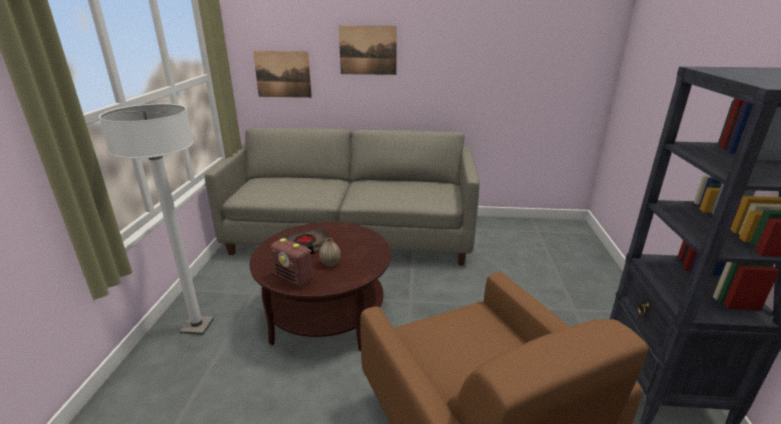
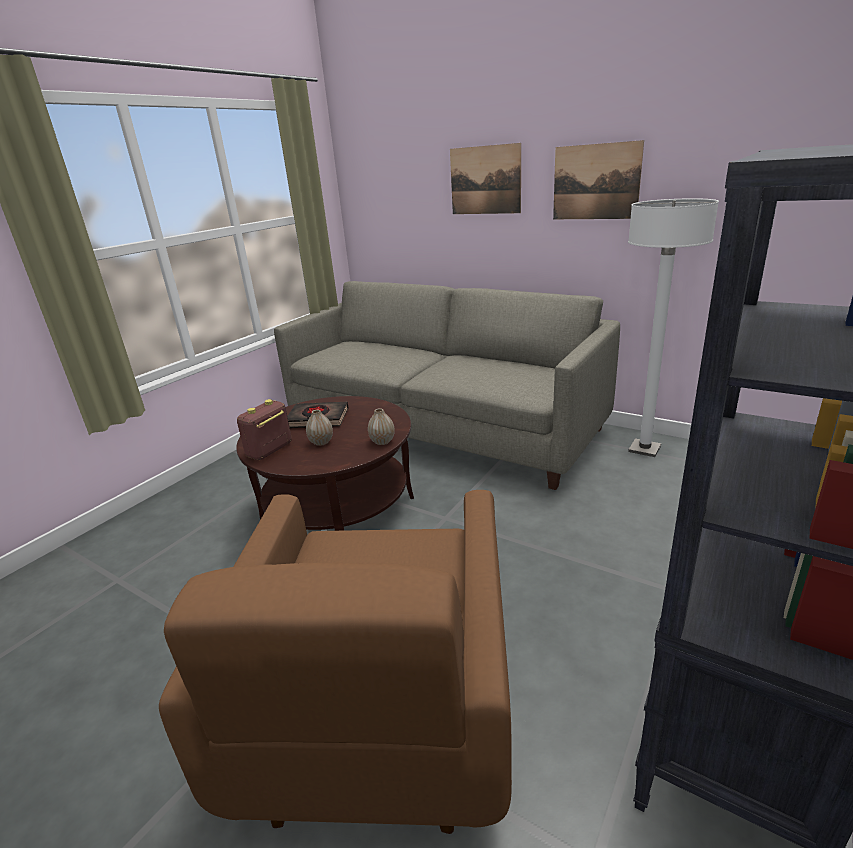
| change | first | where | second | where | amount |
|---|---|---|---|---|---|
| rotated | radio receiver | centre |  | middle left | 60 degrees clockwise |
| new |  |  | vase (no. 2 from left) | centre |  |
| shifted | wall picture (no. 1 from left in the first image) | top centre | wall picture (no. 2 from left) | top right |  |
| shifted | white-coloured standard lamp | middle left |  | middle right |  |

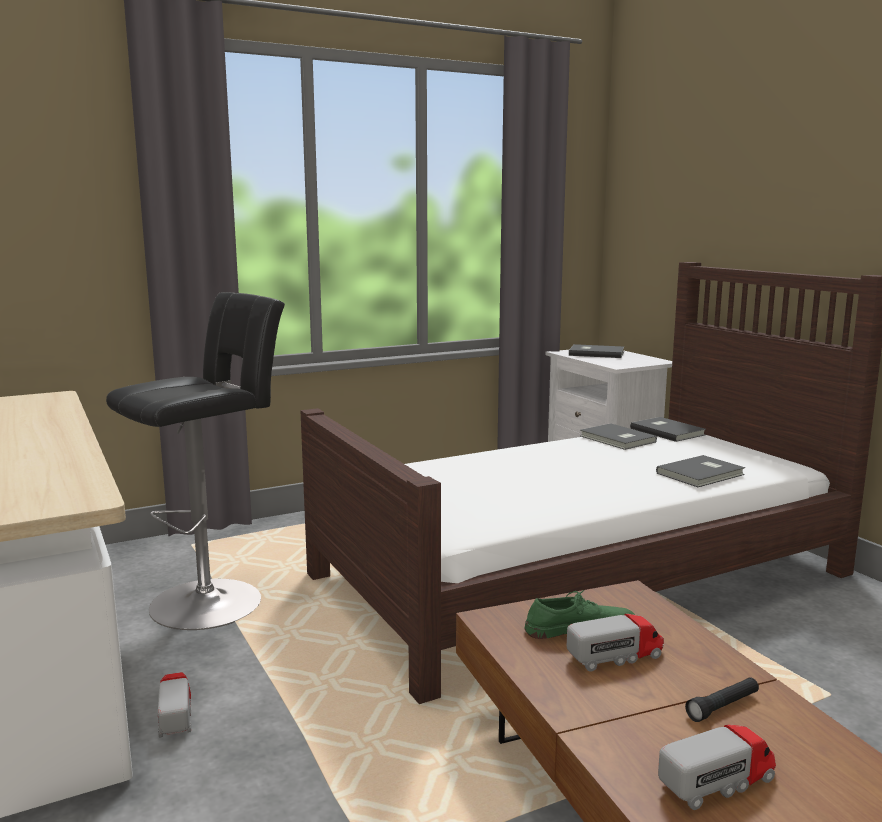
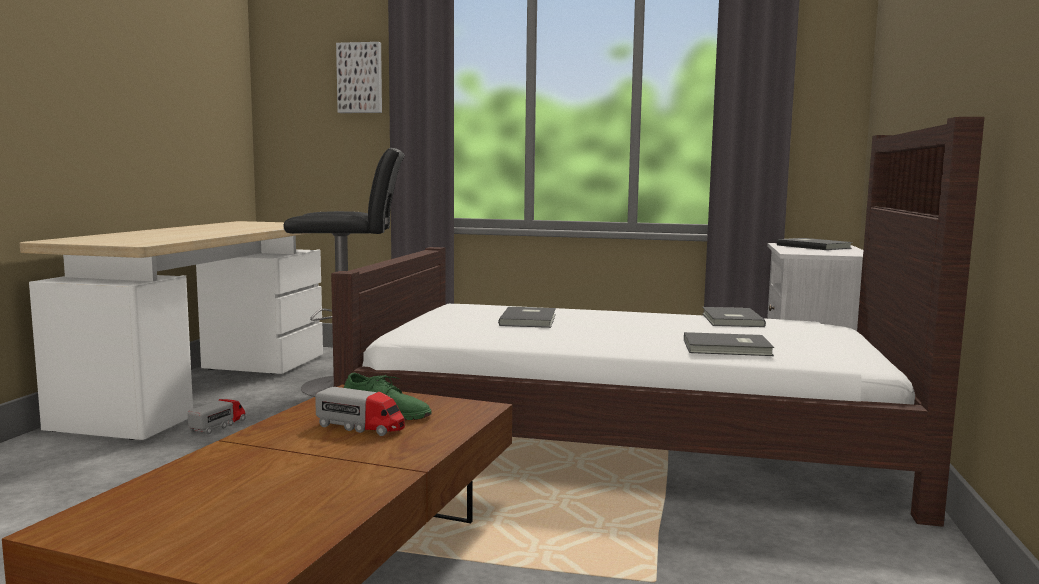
| change | first | where | second | where | amount |
|---|---|---|---|---|---|
| new |  |  | wall picture | top centre |  |
| shifted | greyish book (no. 3 from left in the first image) | middle right | greyish book (no. 1 from left) | centre |  |
| gone | model truck (no. 3 from left) | bottom right |  |  |  |
| gone | black-coloured flashlight | bottom right |  |  |  |

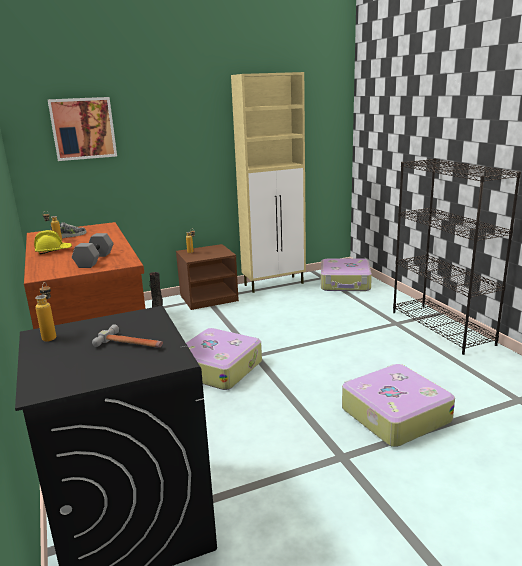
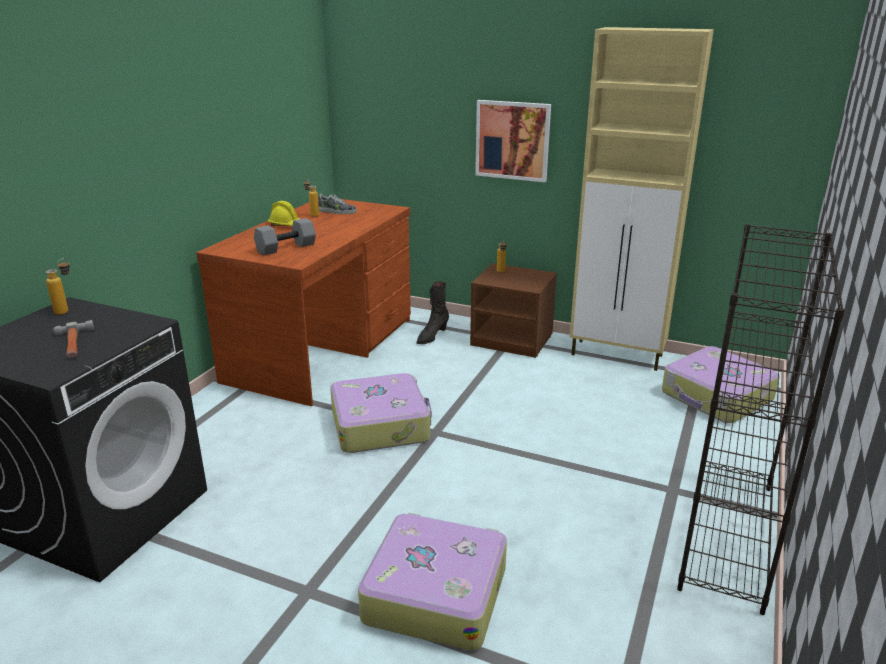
| change | first | where | second | where | amount |
|---|---|---|---|---|---|
| shifted | wall picture | top left |  | top centre |  |

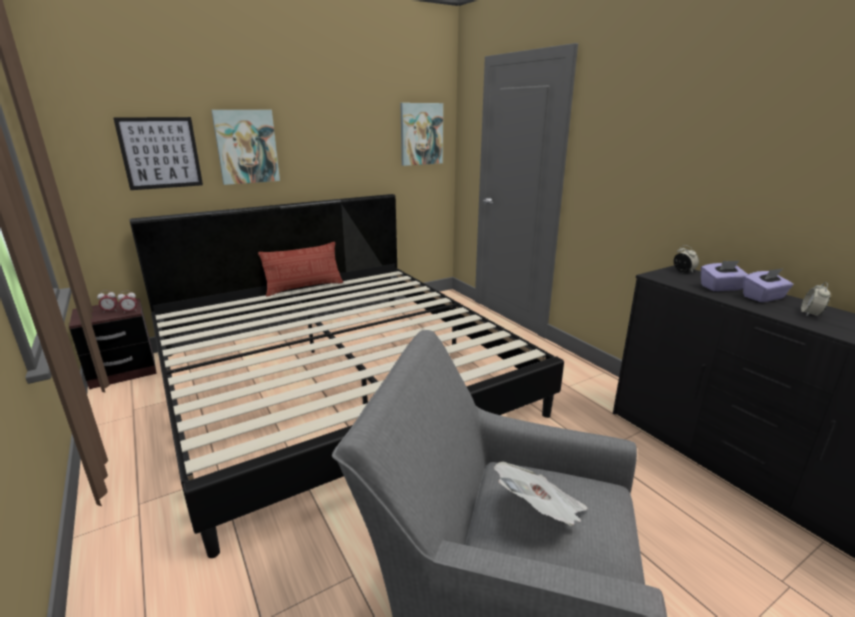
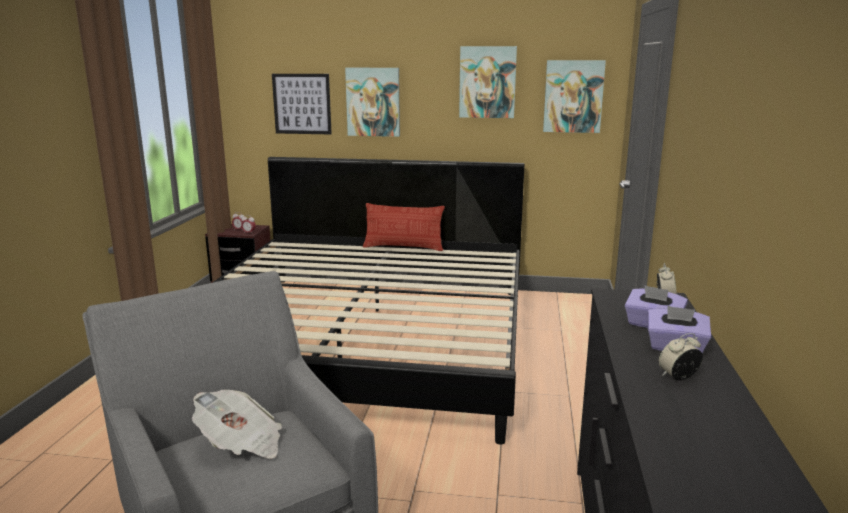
| change | first | where | second | where | amount |
|---|---|---|---|---|---|
| new |  |  | wall picture (no. 3 from left) | top centre |  |

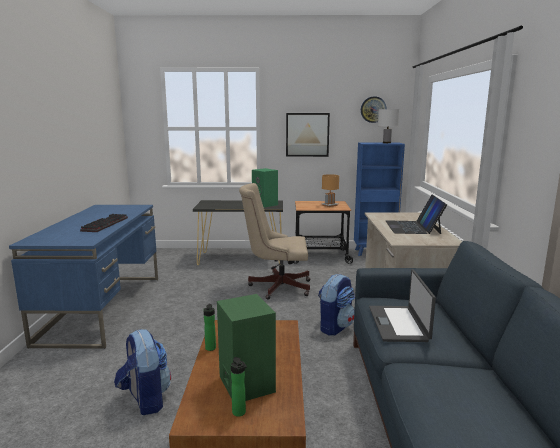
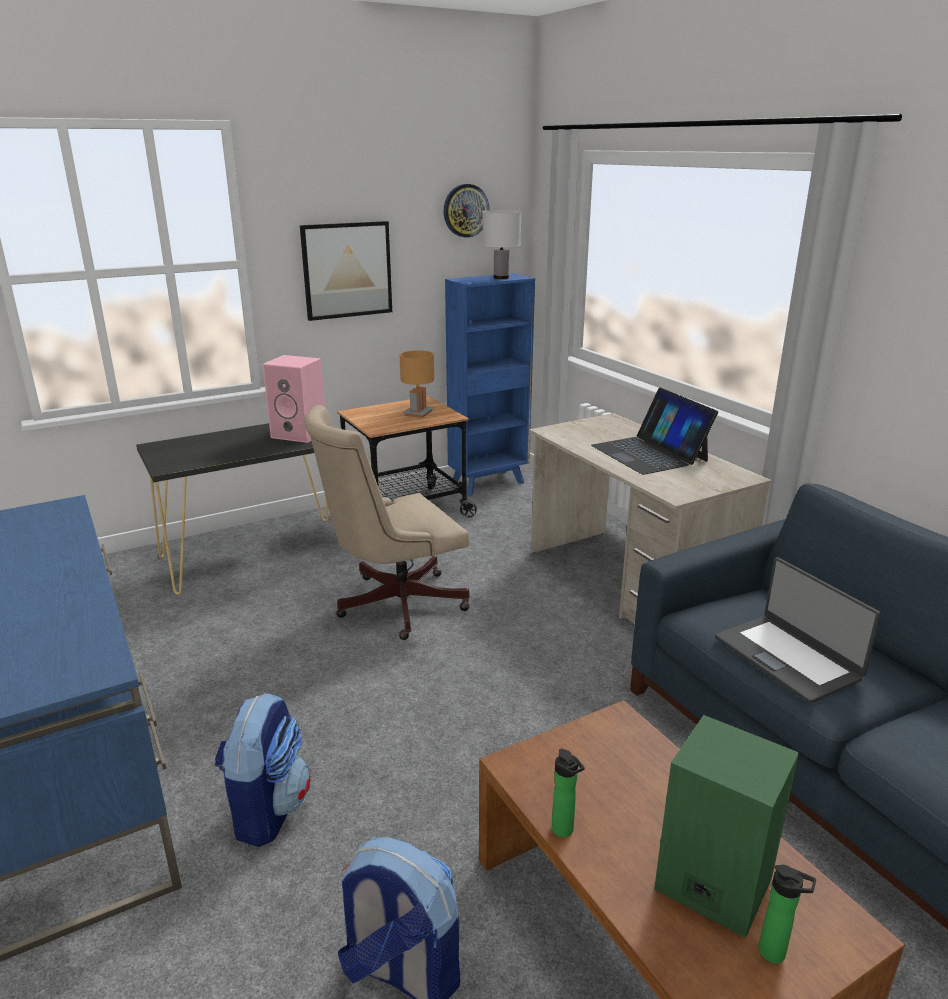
| change | first | where | second | where | amount |
|---|---|---|---|---|---|
| shifted | backpack (no. 2 from left in the first image) | bottom centre | backpack (no. 1 from left) | bottom left |  |
| repainted | green-coloured audio speaker (no. 2 from left) | centre | pink-coloured audio speaker | middle left |  |
| gone | computer keyboard | middle left |  |  |  |

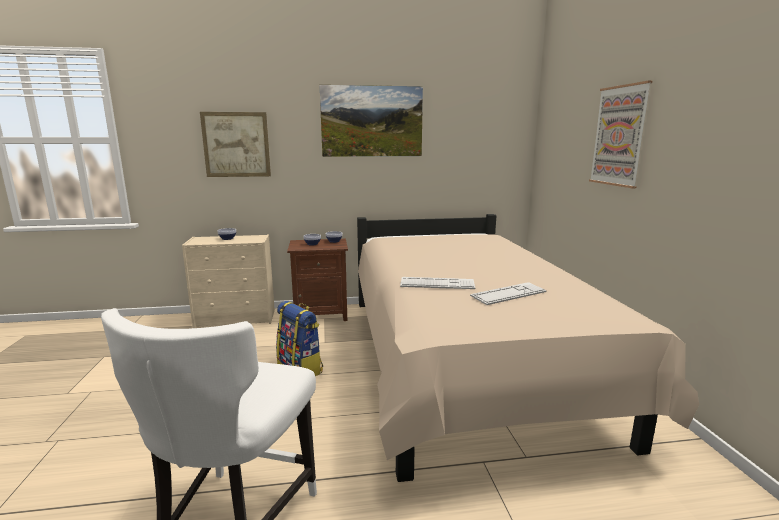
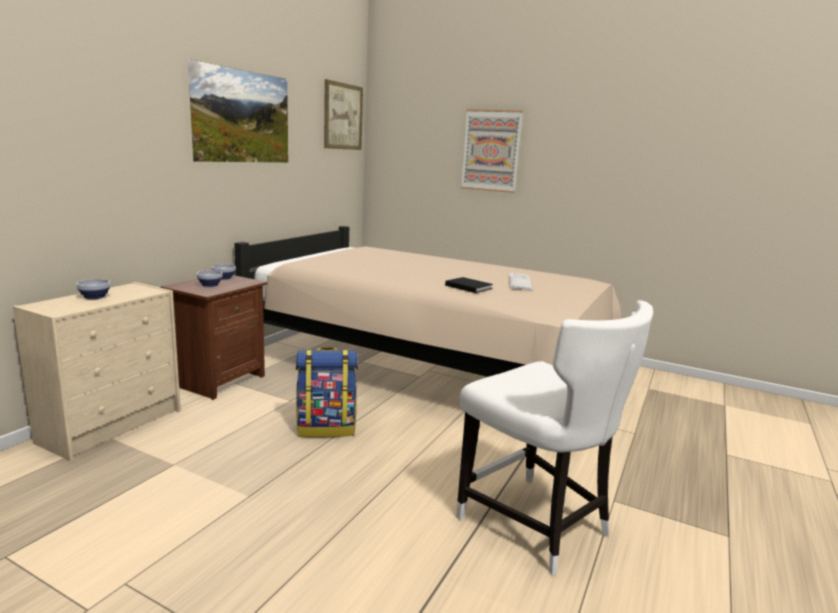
| change | first | where | second | where | amount |
|---|---|---|---|---|---|
| shifted | wall picture (no. 1 from left in the first image) | top left | wall picture (no. 2 from left) | top centre |  |
| swapped | computer keyboard (no. 1 from left) | centre | black-coloured book | centre |  |

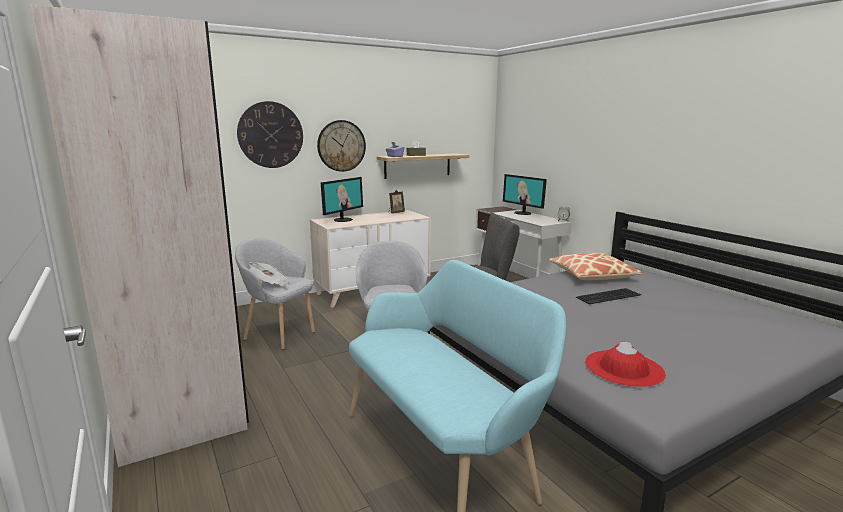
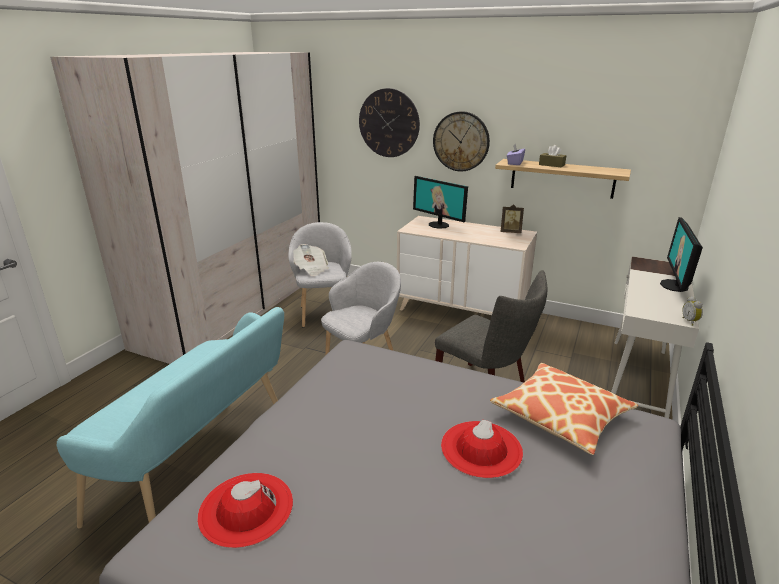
| change | first | where | second | where | amount |
|---|---|---|---|---|---|
| rotated | computer screen (no. 1 from left) | centre |  | centre | 45 degrees clockwise |
| swapped | computer keyboard | middle right | red clothing hat (no. 2 from left) | bottom centre |  |

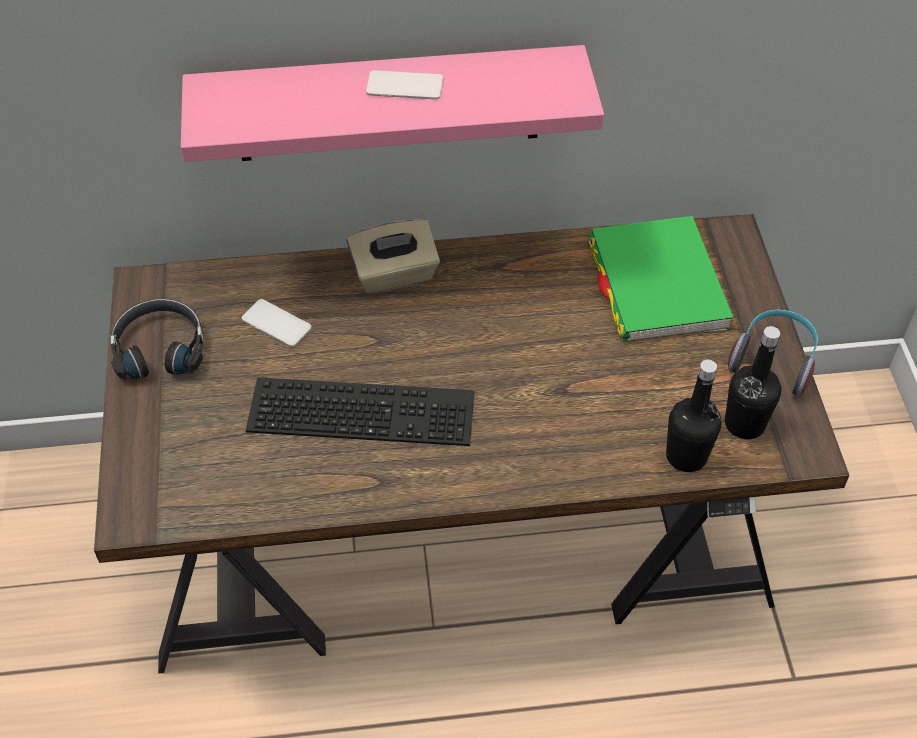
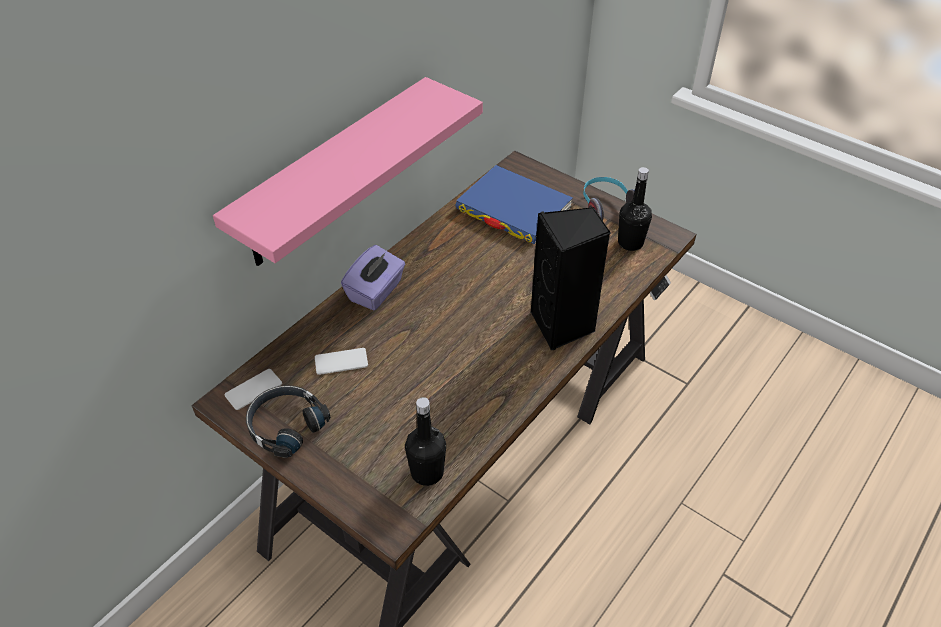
| change | first | where | second | where | amount |
|---|---|---|---|---|---|
| shifted | phone (no. 2 from left in the first image) | top centre | phone (no. 1 from left) | middle left |  |
| repainted | beige-coloured tissue holder | centre | purple tissue holder | centre |  |
| shifted | black-coloured beverage bottle (no. 1 from left) | middle right |  | bottom centre |  |
| repainted | green-coloured book | middle right | blue book | top centre |  |
| new |  |  | black-coloured audio speaker | centre |  |
| gone | computer keyboard | centre |  |  |  |

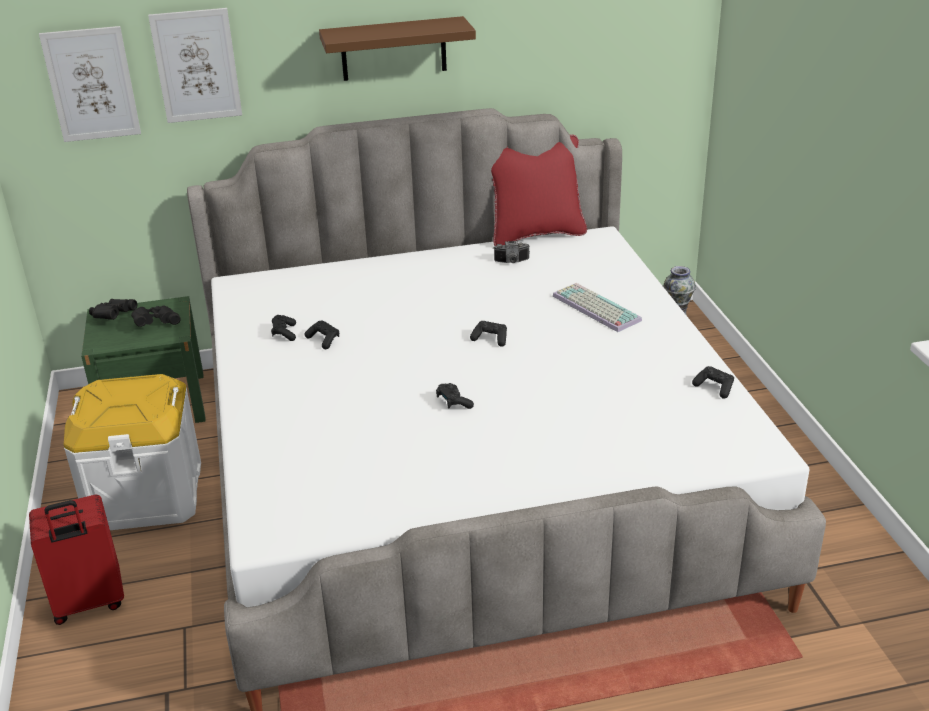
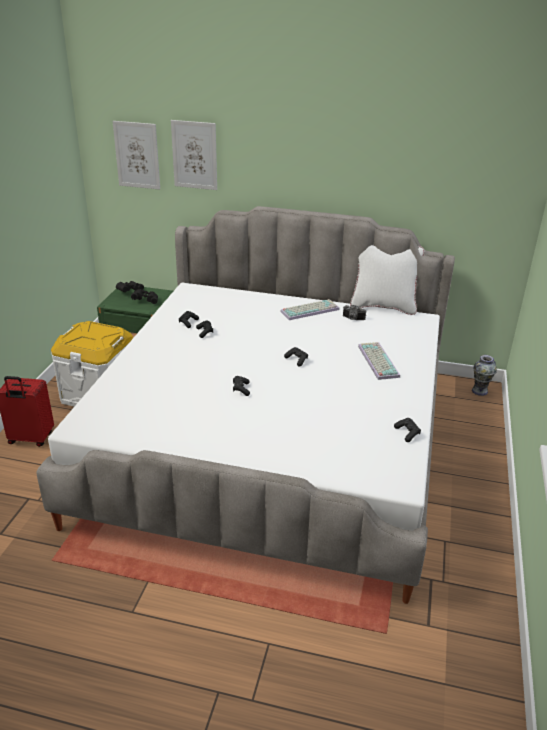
| change | first | where | second | where | amount |
|---|---|---|---|---|---|
| new |  |  | computer keyboard (no. 1 from left) | centre |  |
| repainted | red cushion | top centre | white-coloured cushion | middle right |  |
| gone | brown-coloured wall shelf | top centre |  |  |  |

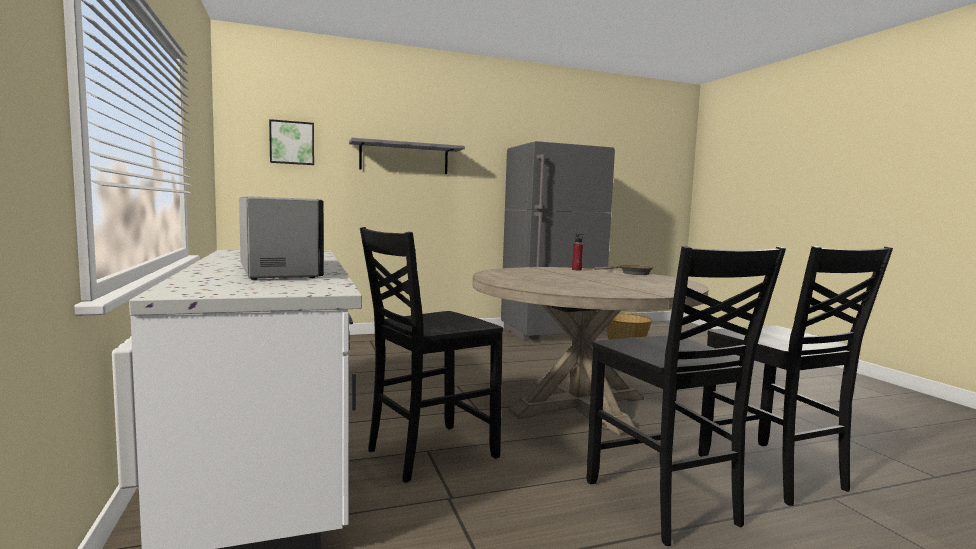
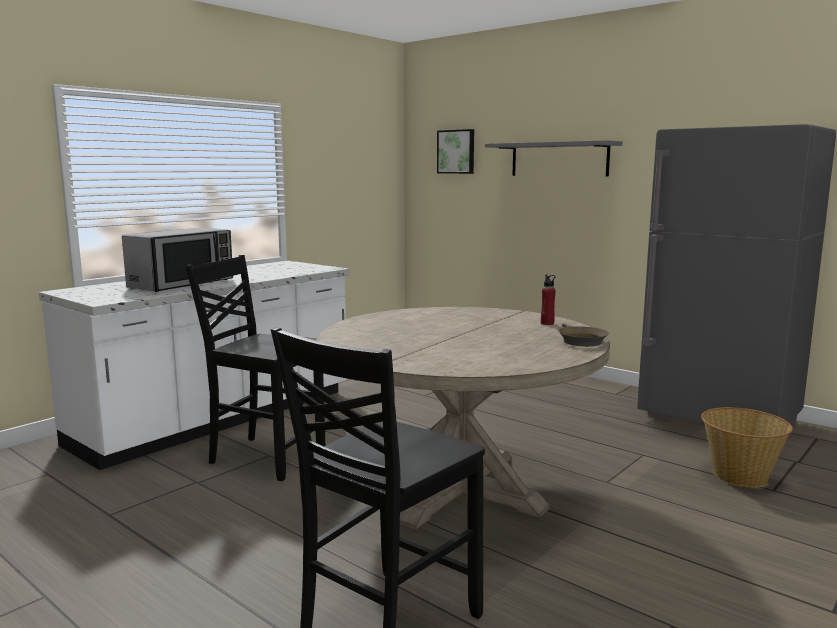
| change | first | where | second | where | amount |
|---|---|---|---|---|---|
| gone | black-coloured upright chair (no. 2 from left) | bottom right |  |  |  |

